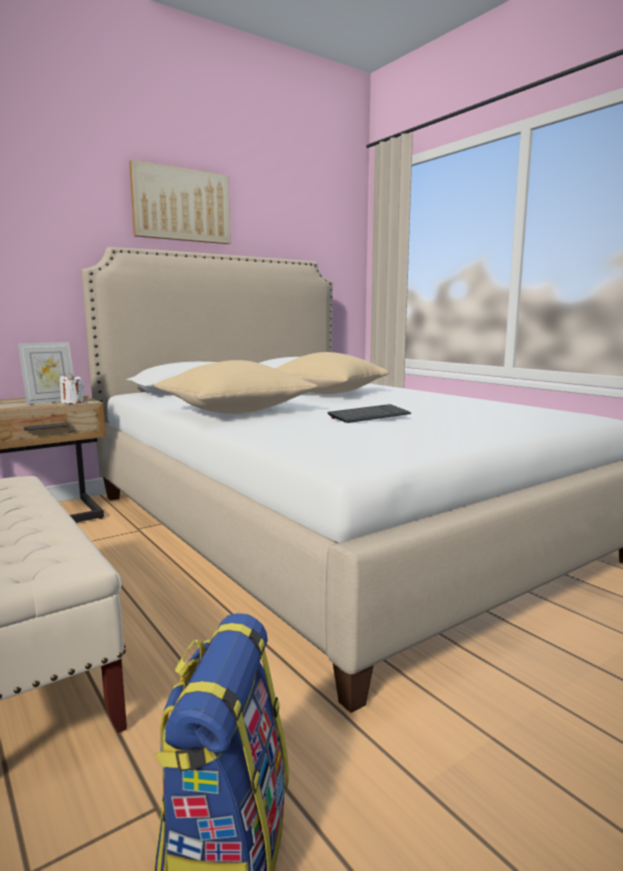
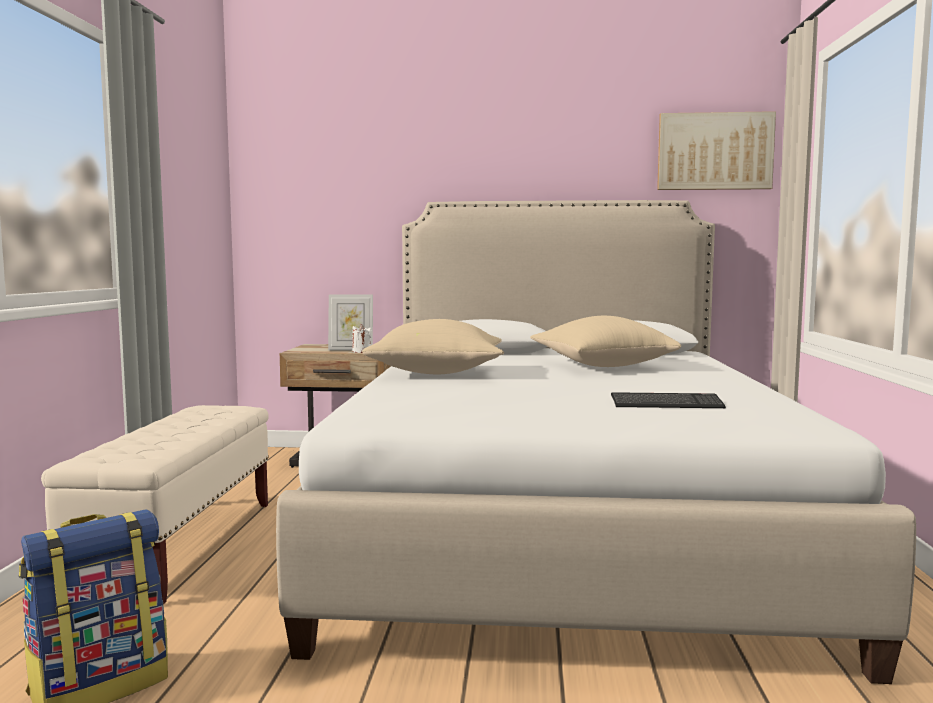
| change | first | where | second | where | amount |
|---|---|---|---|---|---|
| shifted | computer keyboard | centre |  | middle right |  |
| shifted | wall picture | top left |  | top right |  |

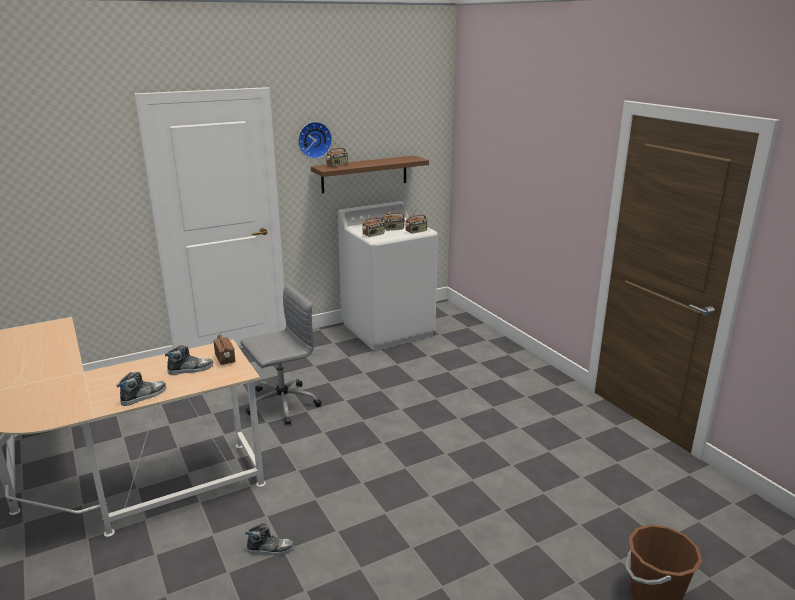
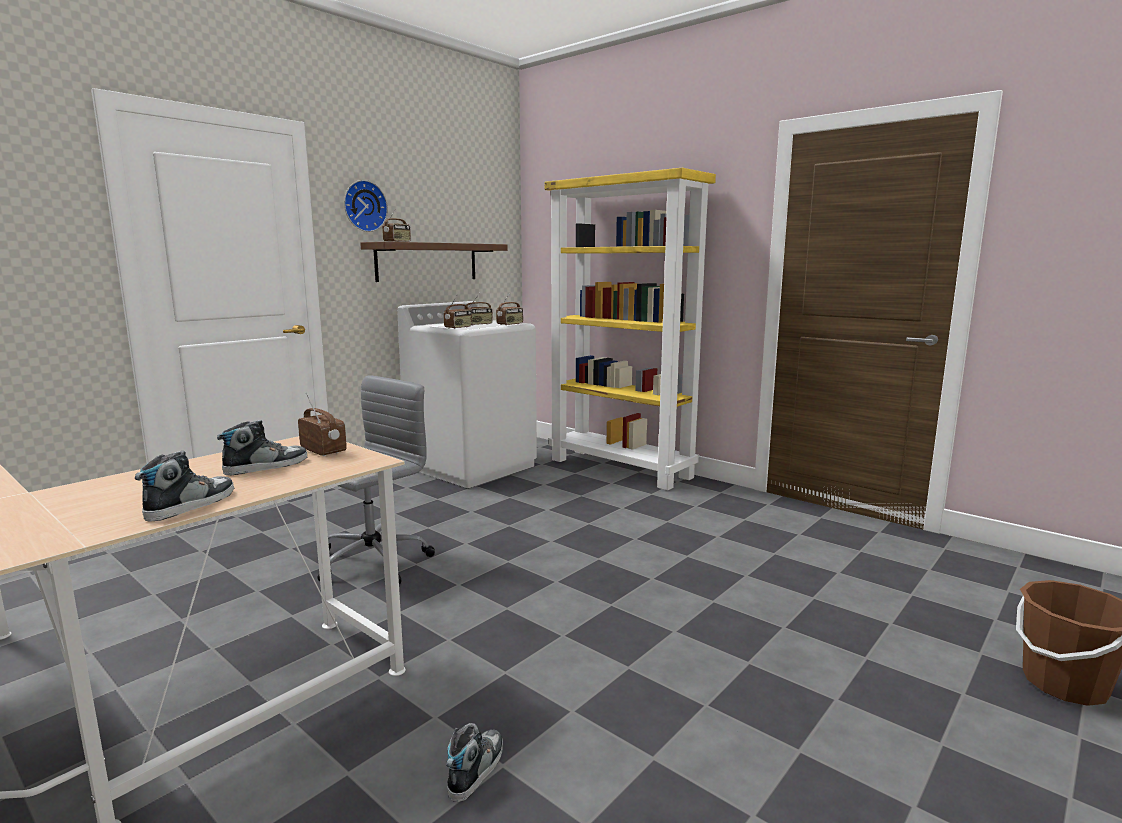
| change | first | where | second | where | amount |
|---|---|---|---|---|---|
| rotated | shoe (no. 3 from left) | bottom centre |  | bottom centre | 45 degrees counterclockwise |
| new |  |  | yellow-coloured bookshelf | centre |  |

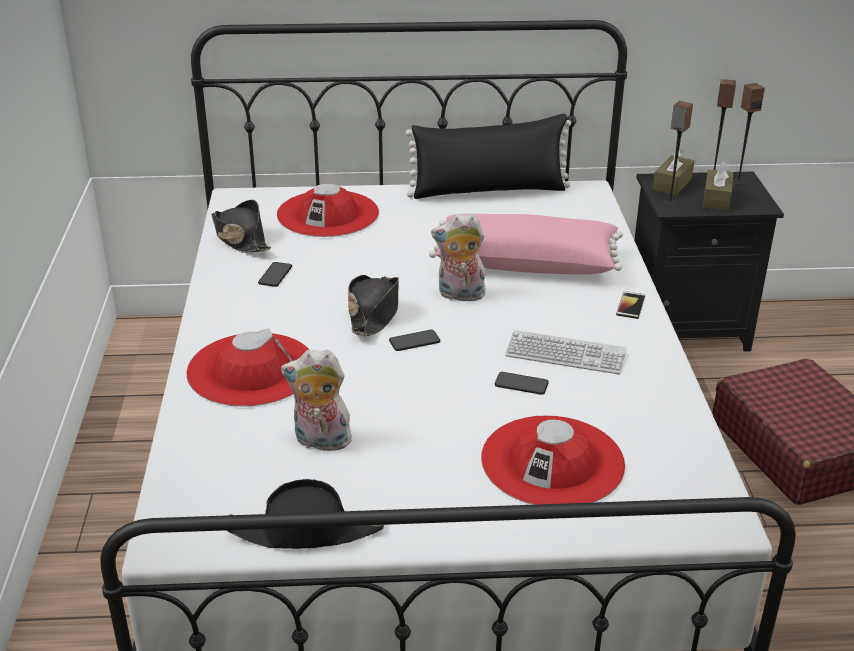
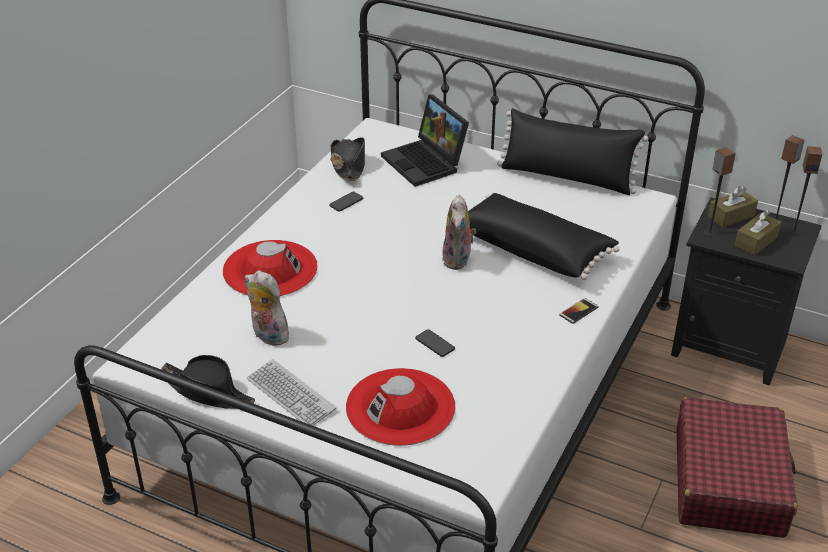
| change | first | where | second | where | amount |
|---|---|---|---|---|---|
| shifted | computer keyboard | centre |  | bottom centre |  |
| swapped | red clothing hat (no. 2 from left) | top centre | laptop | top centre |  |
| rotated | cuddly toy (no. 2 from left) | centre |  | centre | 120 degrees counterclockwise |
| repainted | pink-coloured cushion | centre | black-coloured cushion (no. 1 from left) | centre |  |
| gone | black-coloured clothing hat (no. 3 from left) | centre |  |  |  |
| gone | phone (no. 2 from left) | centre |  |  |  |

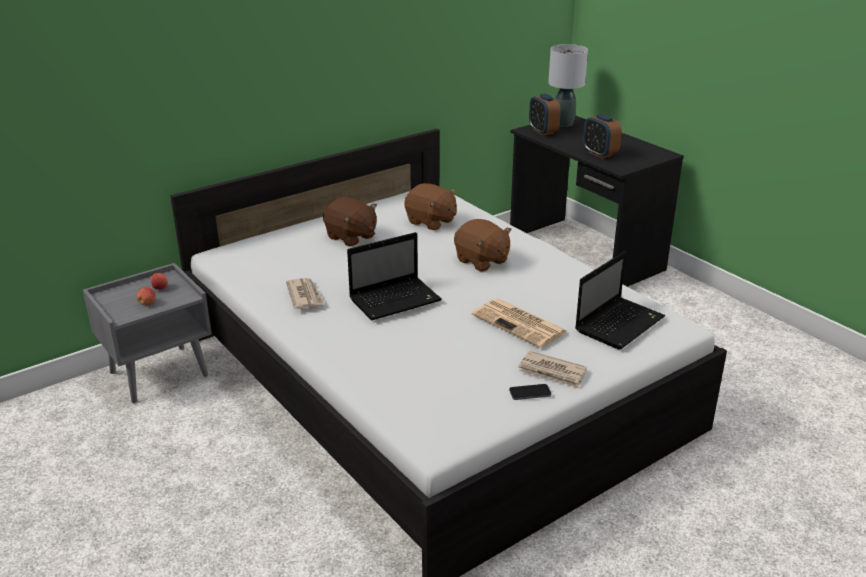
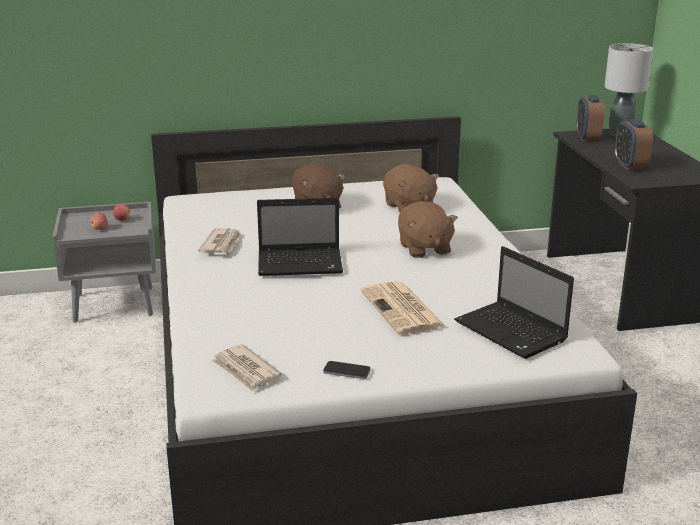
| change | first | where | second | where | amount |
|---|---|---|---|---|---|
| shifted | newspaper (no. 3 from left in the first image) | centre | newspaper (no. 2 from left) | bottom centre |  |
| rotated | laptop (no. 2 from left) | middle right |  | middle right | 75 degrees clockwise |

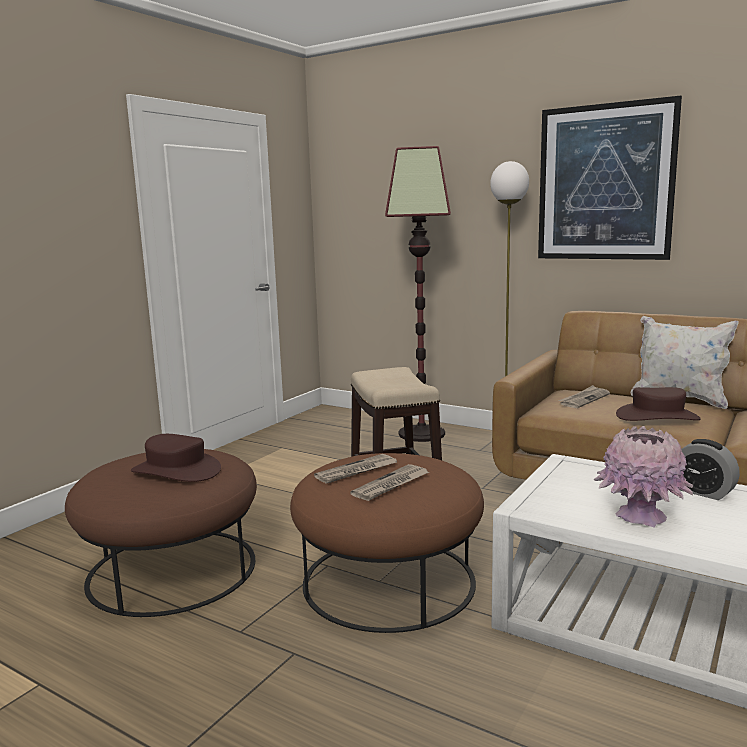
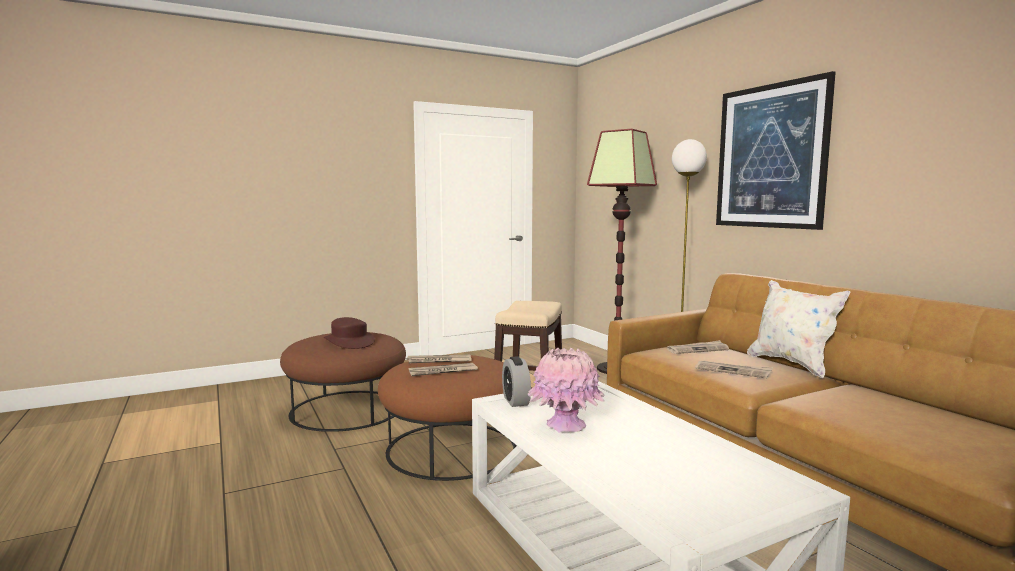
| change | first | where | second | where | amount |
|---|---|---|---|---|---|
| shifted | table clock | middle right |  | bottom centre |  |
| swapped | brown-coloured clothing hat (no. 2 from left) | middle right | newspaper (no. 4 from left) | middle right |  |

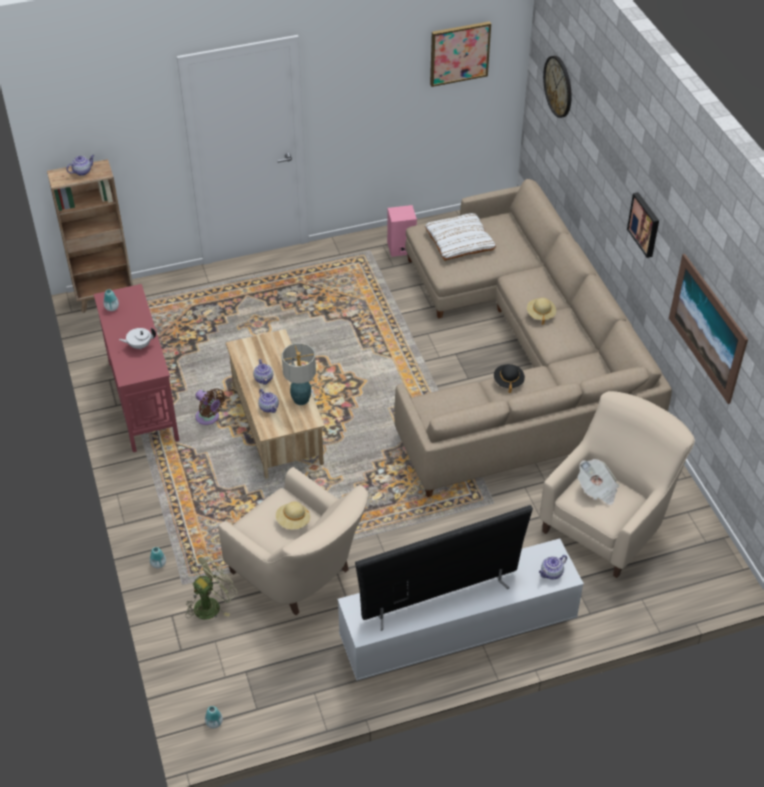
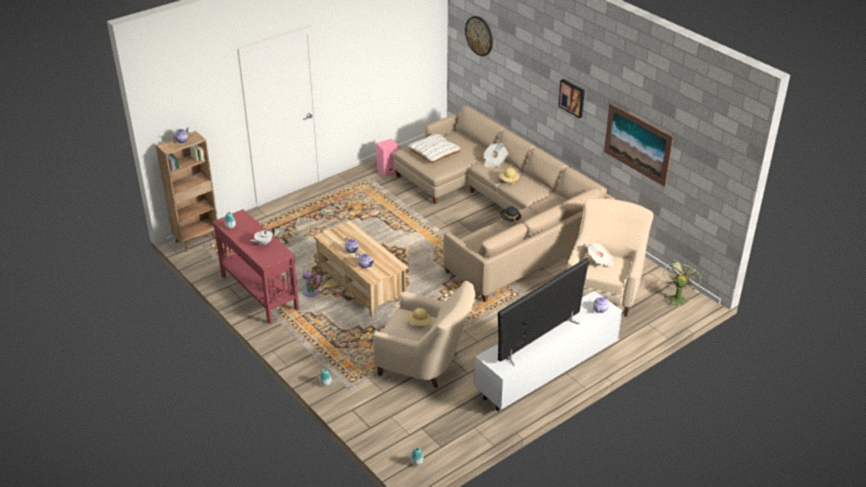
| change | first | where | second | where | amount |
|---|---|---|---|---|---|
| new |  |  | newspaper (no. 1 from left) | top centre |  |
| shifted | green-coloured cooling fan | bottom left |  | middle right |  |
| gone | table lamp | centre |  |  |  |
| gone | wall picture (no. 1 from left) | top centre |  |  |  |

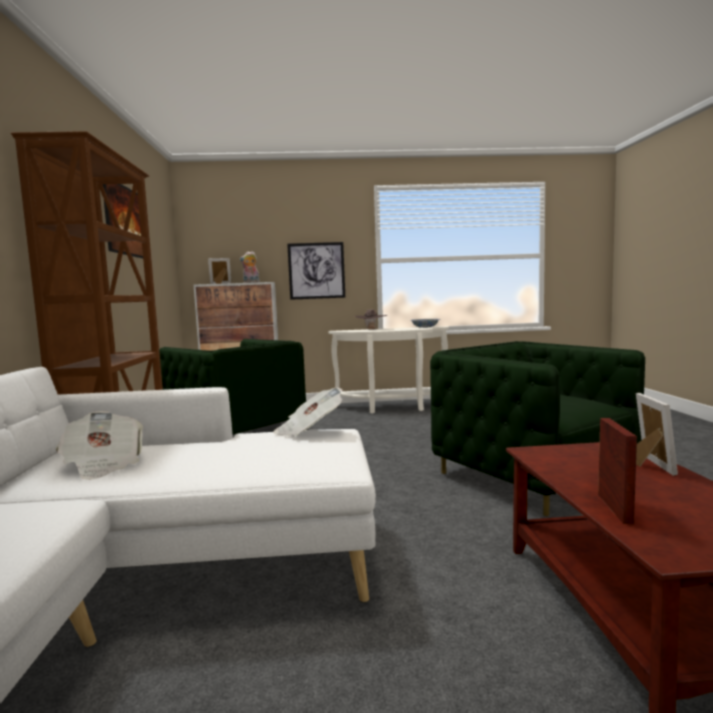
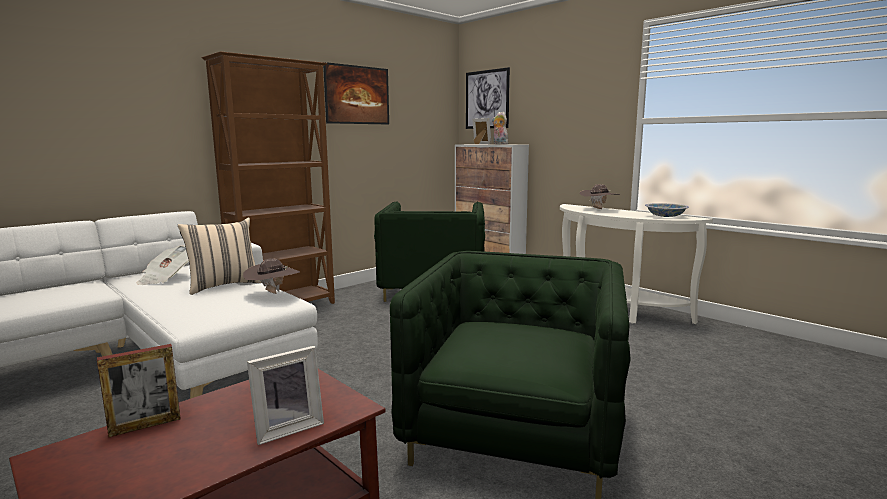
| change | first | where | second | where | amount |
|---|---|---|---|---|---|
| new |  |  | beige-coloured cushion | middle left |  |
| swapped | newspaper (no. 2 from left) | centre | brown-coloured clothing hat (no. 1 from left) | middle left |  |
| shifted | wall picture (no. 2 from left) | centre |  | top centre |  |

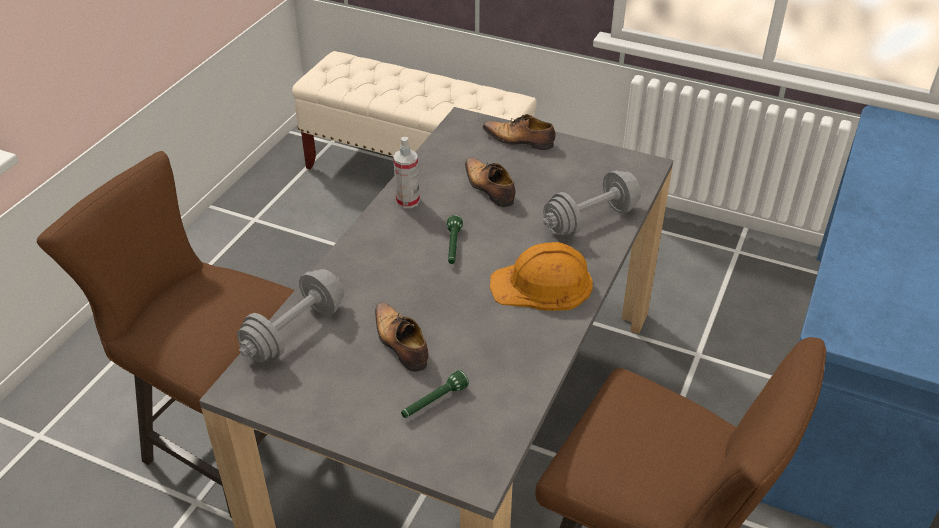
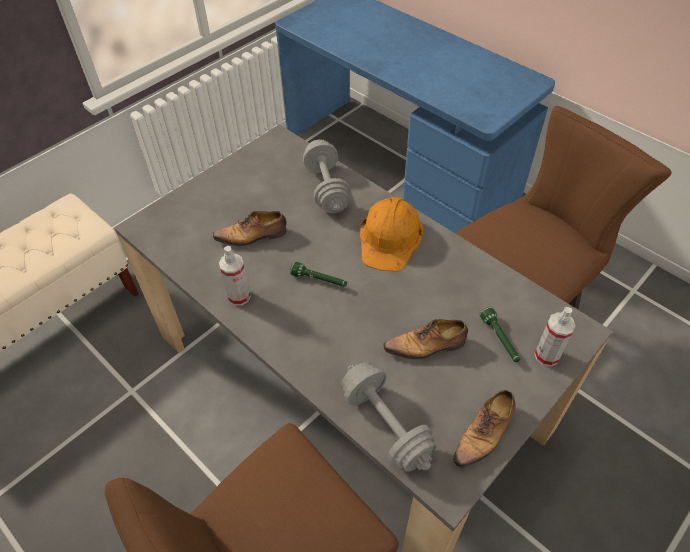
| change | first | where | second | where | amount |
|---|---|---|---|---|---|
| shifted | shoe (no. 3 from left) | top centre |  | bottom right |  |
| new |  |  | hand sprayer (no. 2 from left) | middle right |  |

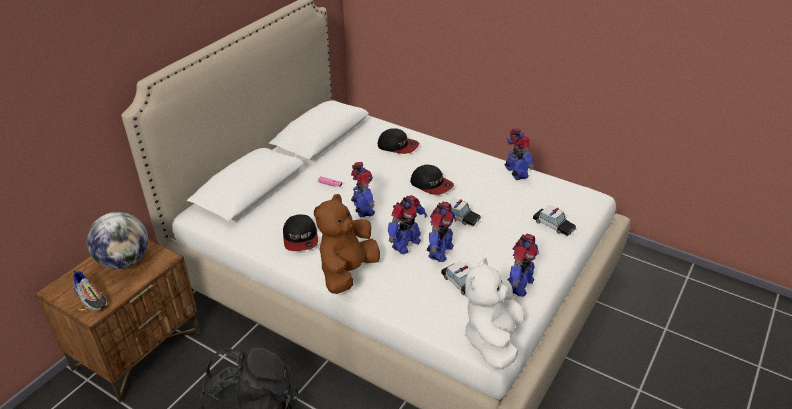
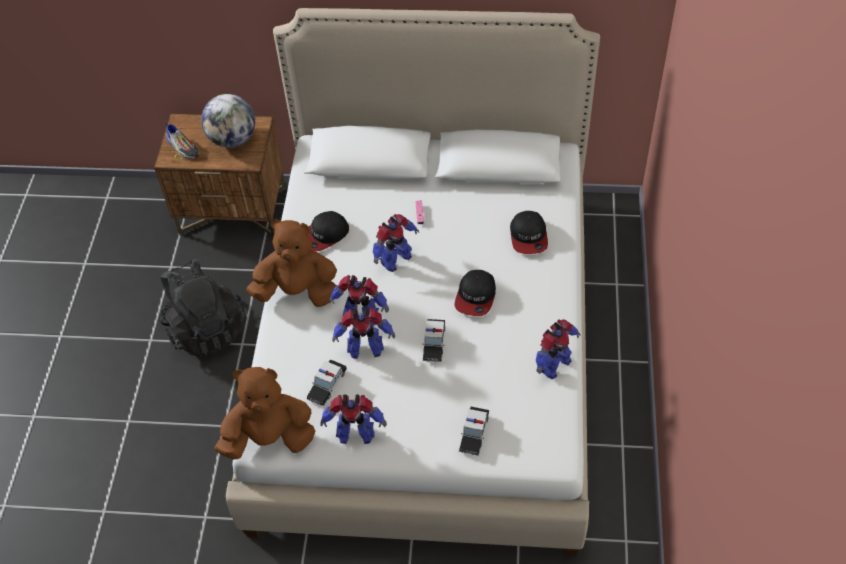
| change | first | where | second | where | amount |
|---|---|---|---|---|---|
| rotated | shoe | bottom left |  | top left | 60 degrees counterclockwise |
| repainted | white-coloured cuddly toy | bottom centre | brown-coloured cuddly toy (no. 1 from left) | bottom left |  |

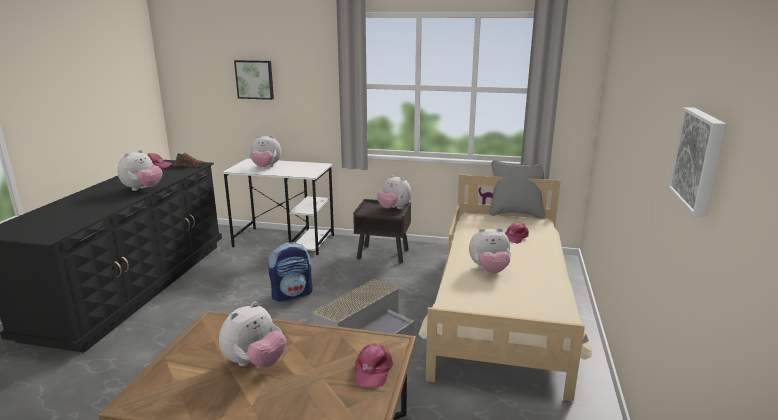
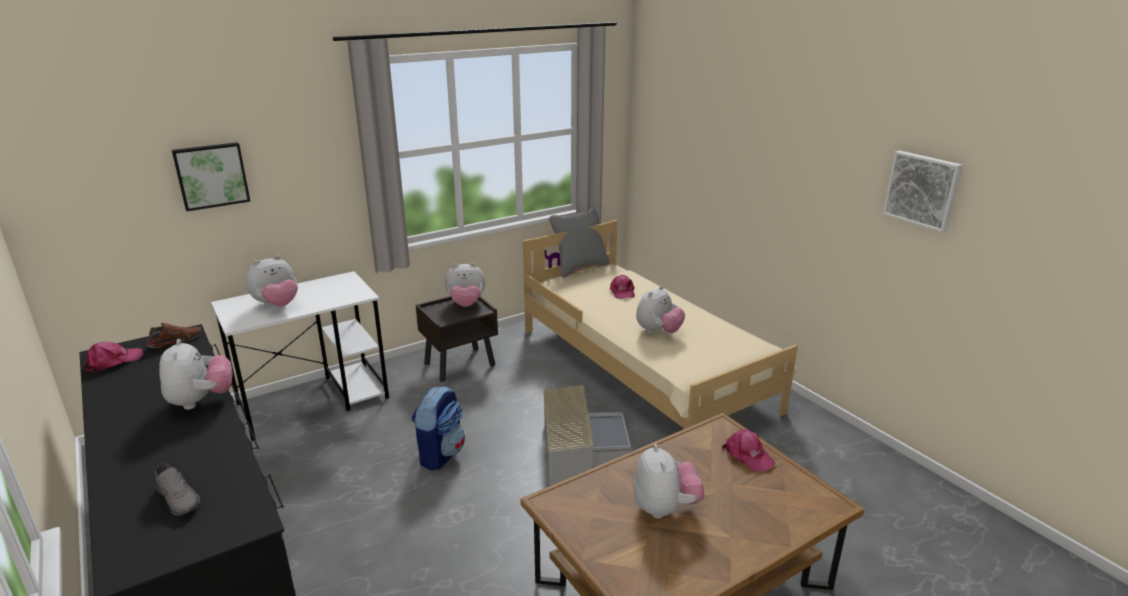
| change | first | where | second | where | amount |
|---|---|---|---|---|---|
| new |  |  | greyish shoe | bottom left |  |

